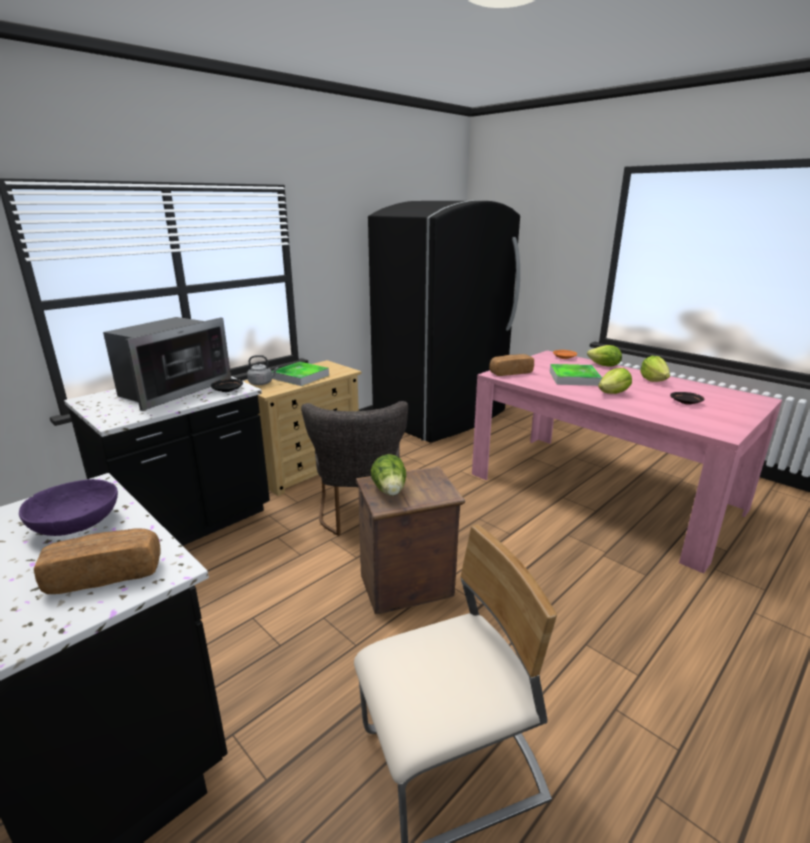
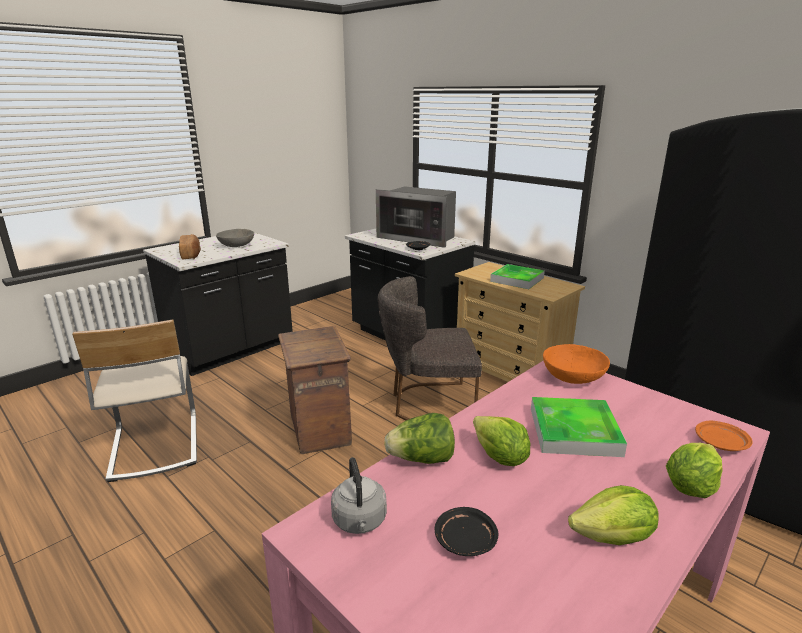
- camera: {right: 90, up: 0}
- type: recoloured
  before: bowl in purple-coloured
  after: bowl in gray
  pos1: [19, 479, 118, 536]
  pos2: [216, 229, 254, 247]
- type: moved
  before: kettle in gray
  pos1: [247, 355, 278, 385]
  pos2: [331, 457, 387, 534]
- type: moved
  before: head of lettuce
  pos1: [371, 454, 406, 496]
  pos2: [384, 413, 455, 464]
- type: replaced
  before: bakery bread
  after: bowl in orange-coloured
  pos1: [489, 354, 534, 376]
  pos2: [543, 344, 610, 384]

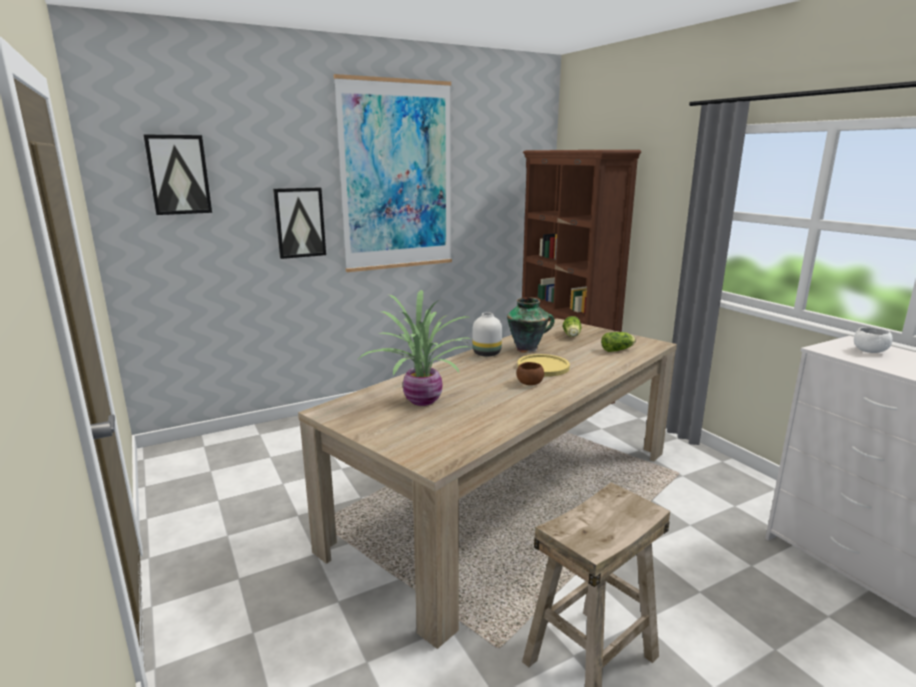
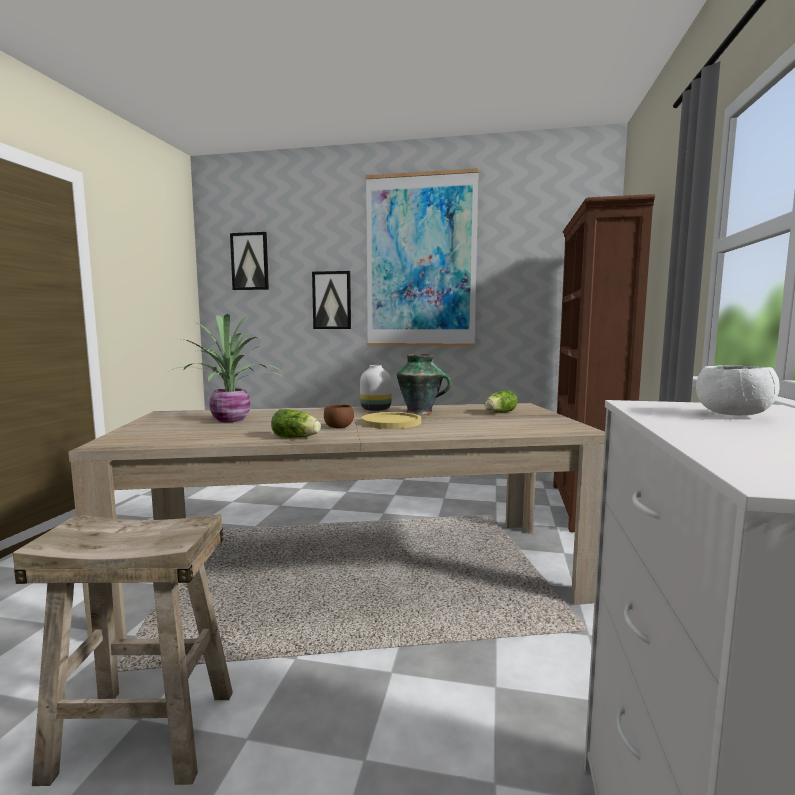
- camera: {right: 40, up: -10}
- type: moved
  before: head of lettuce
  pos1: [601, 332, 636, 352]
  pos2: [271, 409, 321, 438]

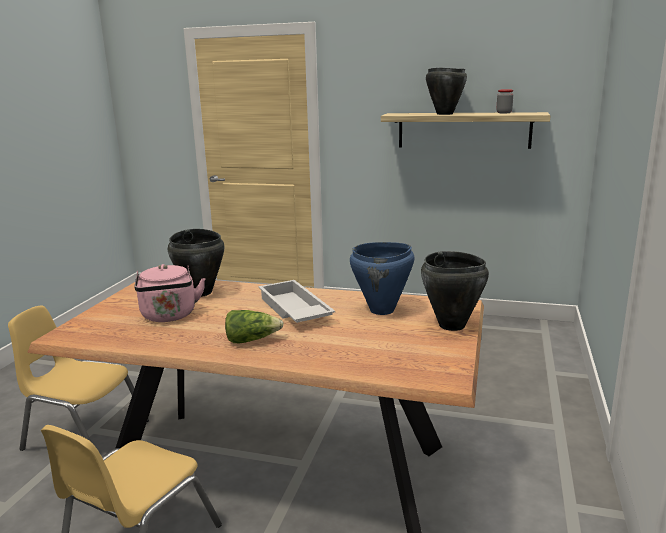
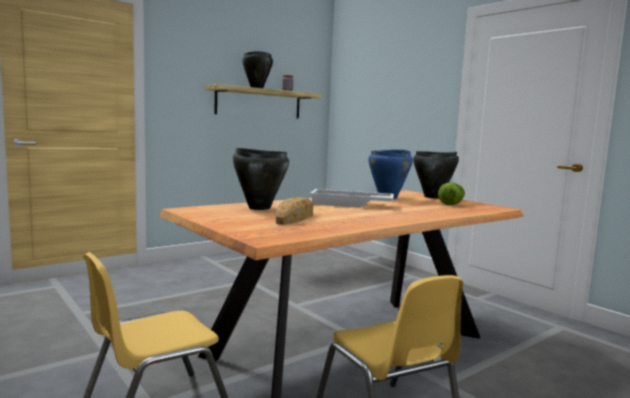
- camera: {right: -55, up: -10}
- type: replaced
  before: kettle in pinkish
  after: bakery bread
  pos1: [135, 264, 206, 322]
  pos2: [276, 197, 313, 225]
- type: moved
  before: head of lettuce
  pos1: [225, 310, 284, 343]
  pos2: [438, 182, 465, 205]

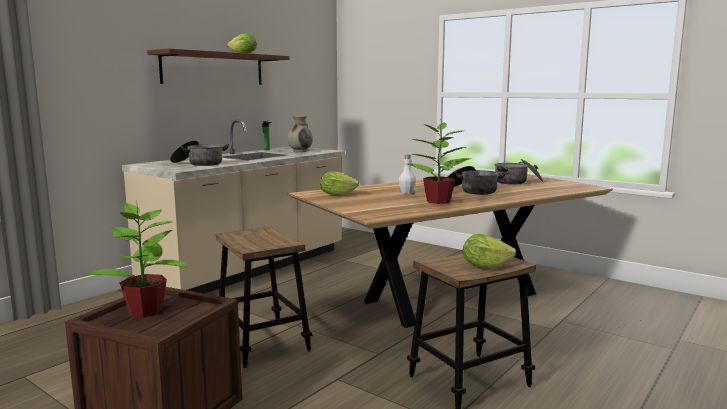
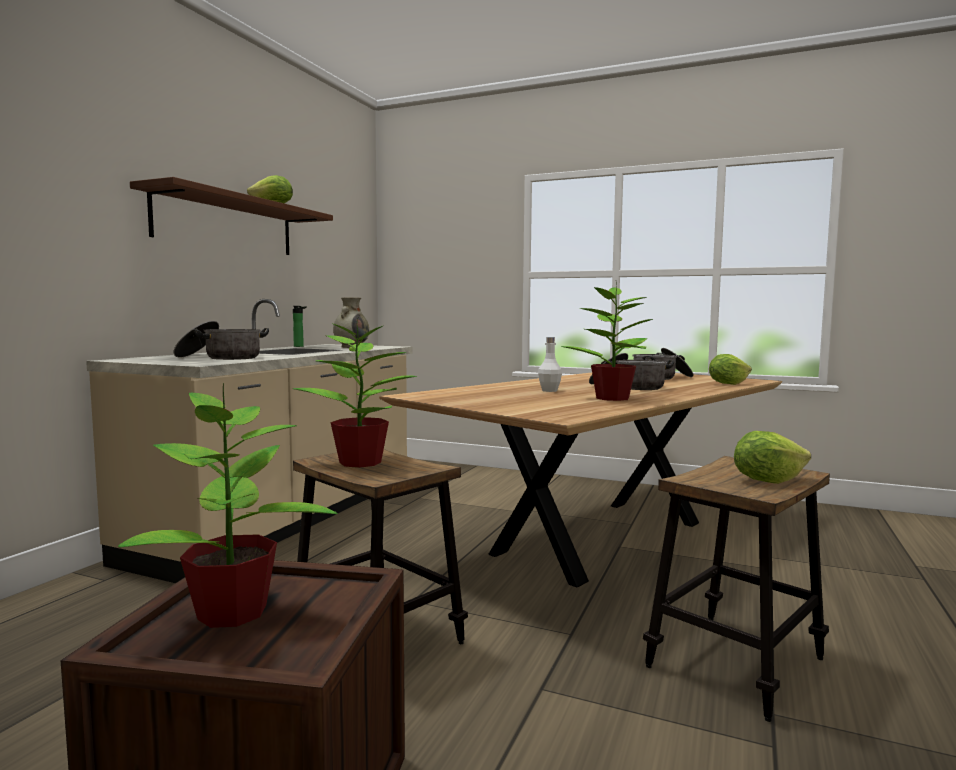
- camera: {right: -15, up: -5}
- type: added
  after: plant in a pot
  pos2: [293, 316, 417, 468]
- type: moved
  before: head of lettuce
  pos1: [320, 171, 359, 196]
  pos2: [709, 354, 752, 385]

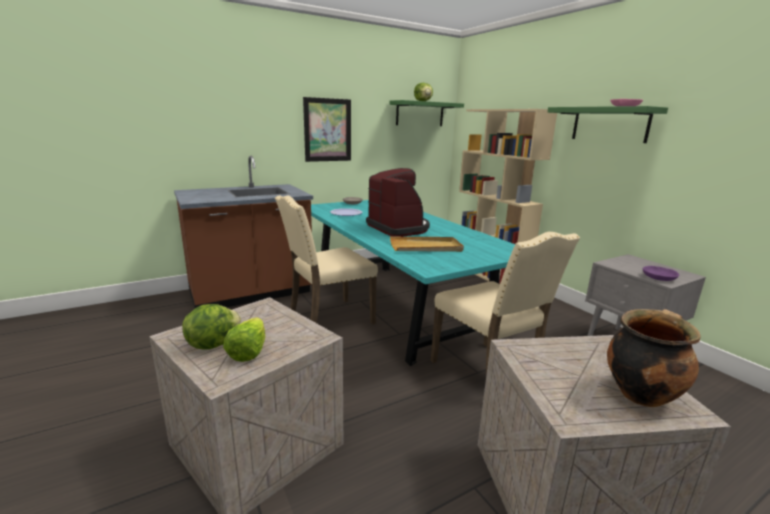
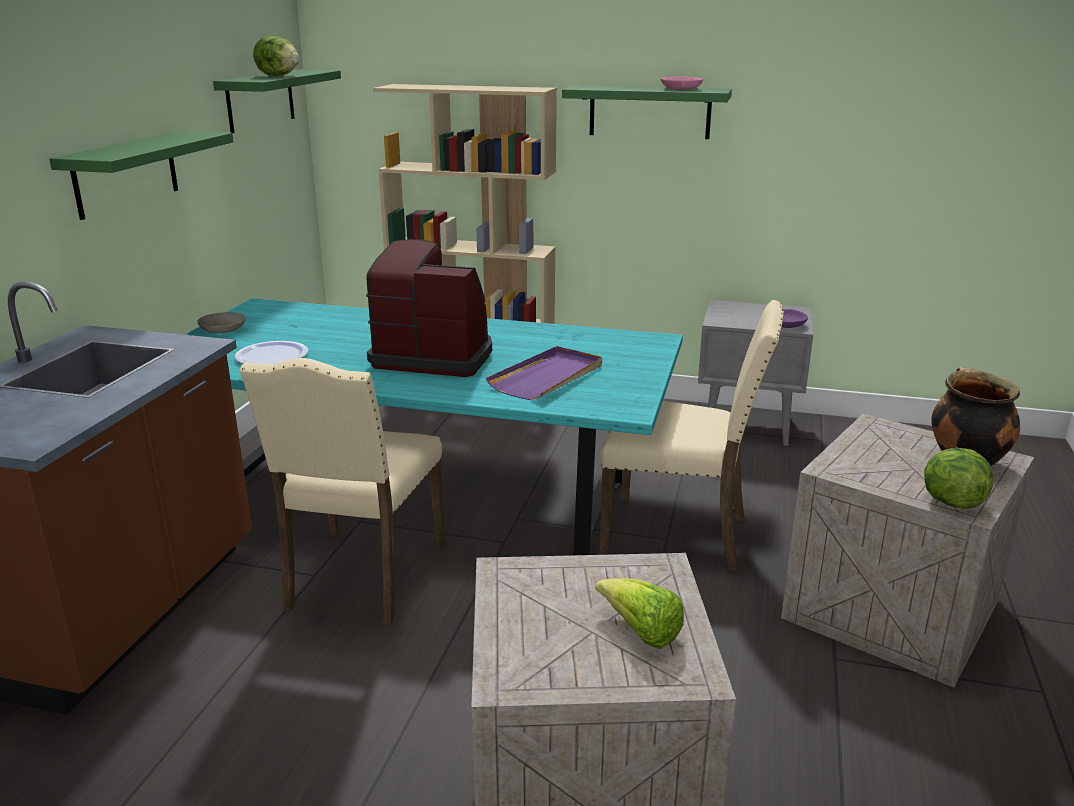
- camera: {right: -45, up: 5}
- type: replaced
  before: wall art
  after: wall shelf in greenish
  pos1: [303, 97, 351, 162]
  pos2: [49, 131, 233, 220]
- type: recoloured
  before: serving tray in beige-coloured
  after: serving tray in purple-coloured
  pos1: [390, 237, 464, 252]
  pos2: [486, 346, 602, 400]
- type: moved
  before: head of lettuce
  pos1: [182, 304, 241, 350]
  pos2: [924, 448, 993, 509]

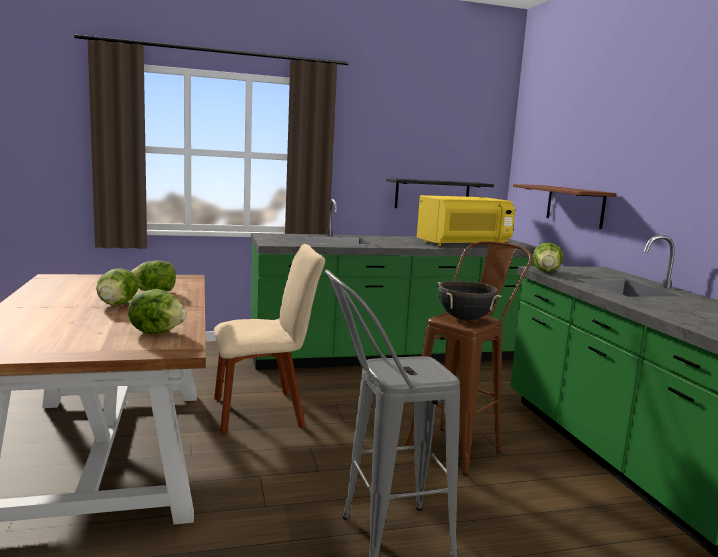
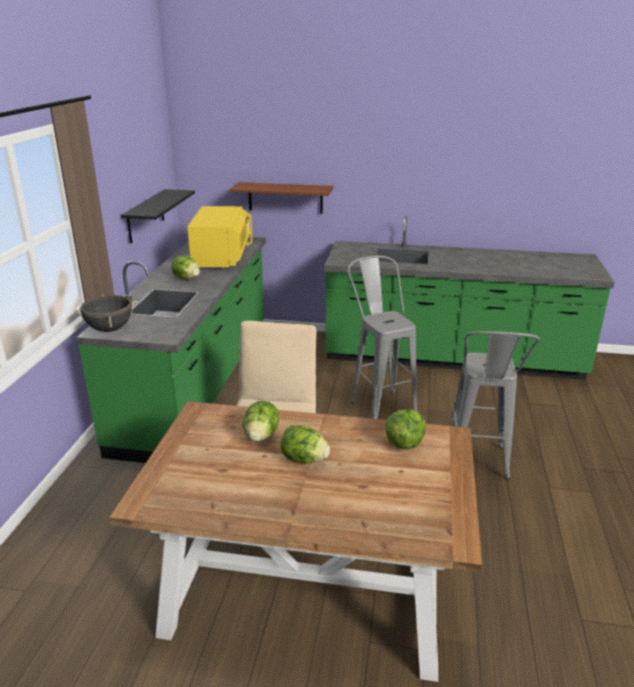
- camera: {right: -65, up: 15}
- type: moved
  before: stockpot in black
  pos1: [437, 281, 501, 320]
  pos2: [74, 295, 138, 332]
- type: moved
  before: head of lettuce
  pos1: [532, 243, 564, 272]
  pos2: [171, 256, 200, 280]
- type: recoloured
  before: sitting stool in brown
  after: sitting stool in gray
  pos1: [406, 241, 532, 476]
  pos2: [348, 256, 418, 419]

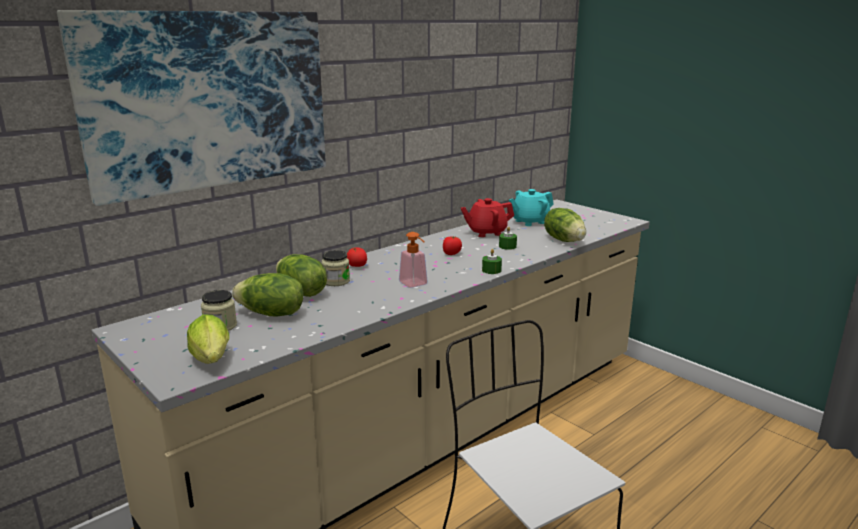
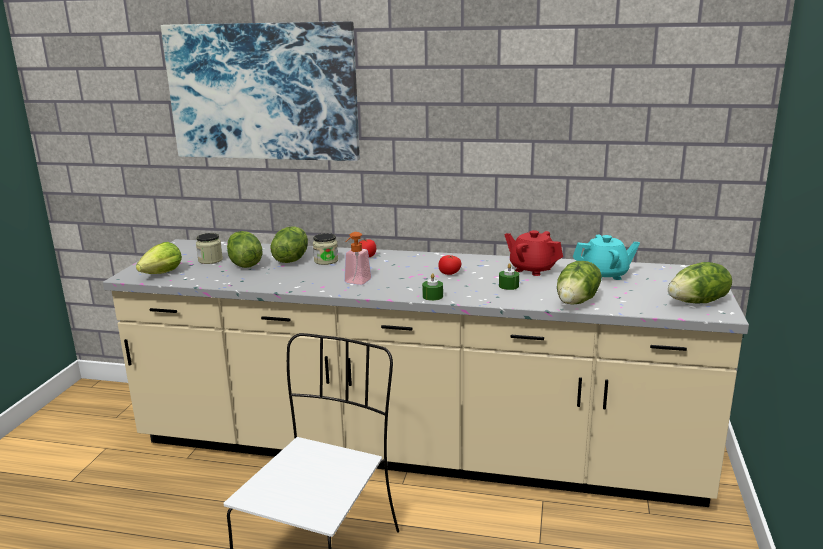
- camera: {right: 55, up: 0}
- type: turned
  before: pot for tea in turquoise-coloured
  pos1: [509, 189, 553, 226]
  pos2: [573, 234, 640, 280]
  turn: 150
- type: added
  after: head of lettuce
  pos2: [668, 262, 732, 304]

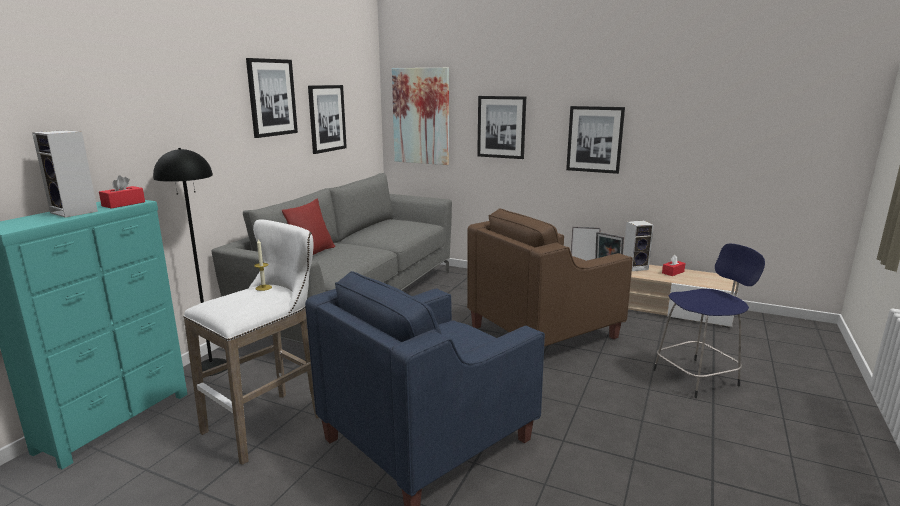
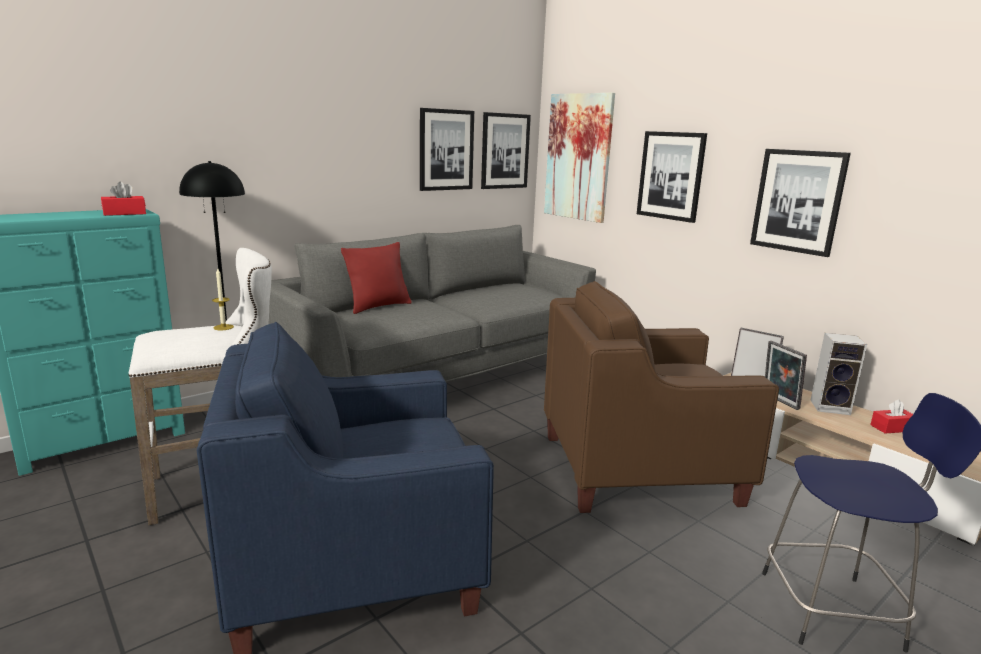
- camera: {right: 25, up: 0}
- type: moved
  before: wall art
  pos1: [246, 58, 298, 138]
  pos2: [481, 112, 531, 189]
- type: removed
  before: loudspeaker
  pos1: [32, 130, 98, 217]

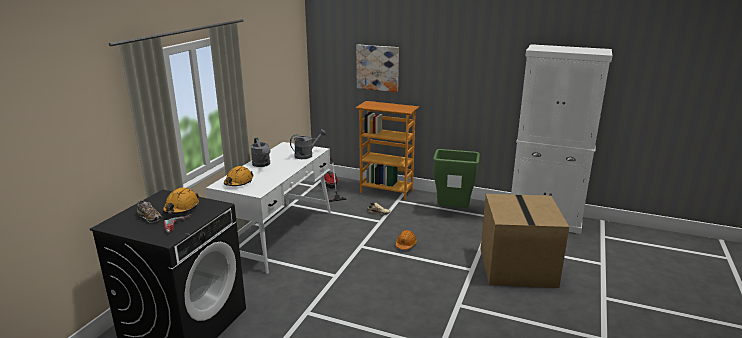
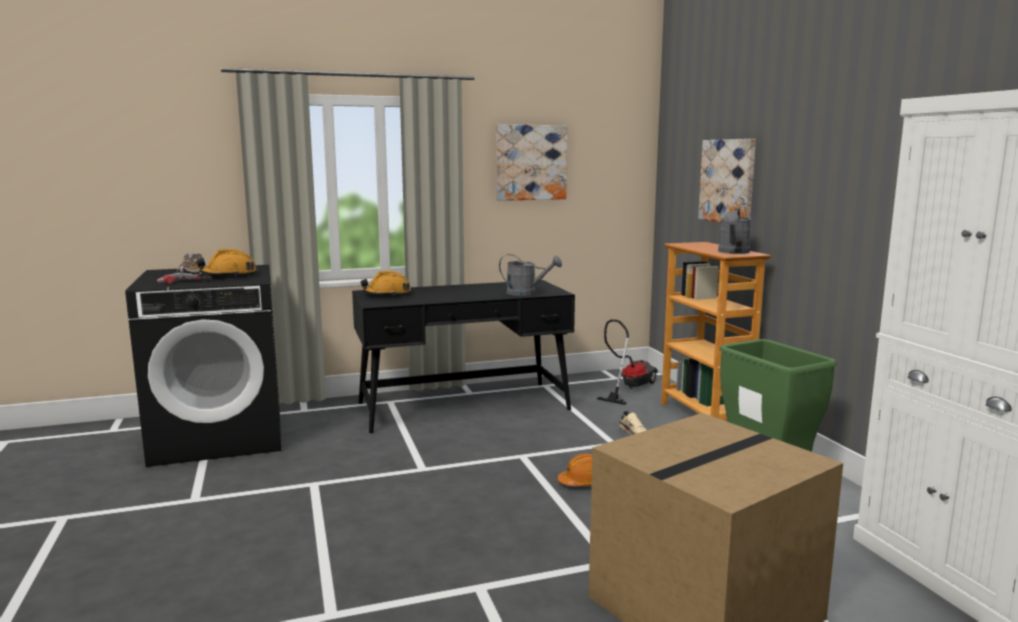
- camera: {right: 50, up: -10}
- type: recoloured
  before: desk in whitish
  after: desk in black
  pos1: [206, 142, 331, 274]
  pos2: [352, 280, 575, 433]
- type: added
  after: wall art
  pos2: [496, 124, 567, 201]
- type: moved
  before: watering pot in gray
  pos1: [251, 138, 270, 167]
  pos2: [718, 208, 751, 254]

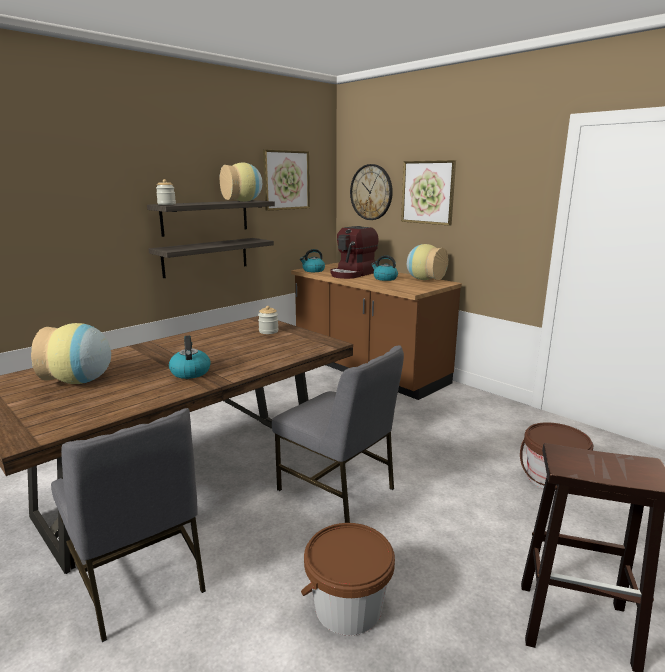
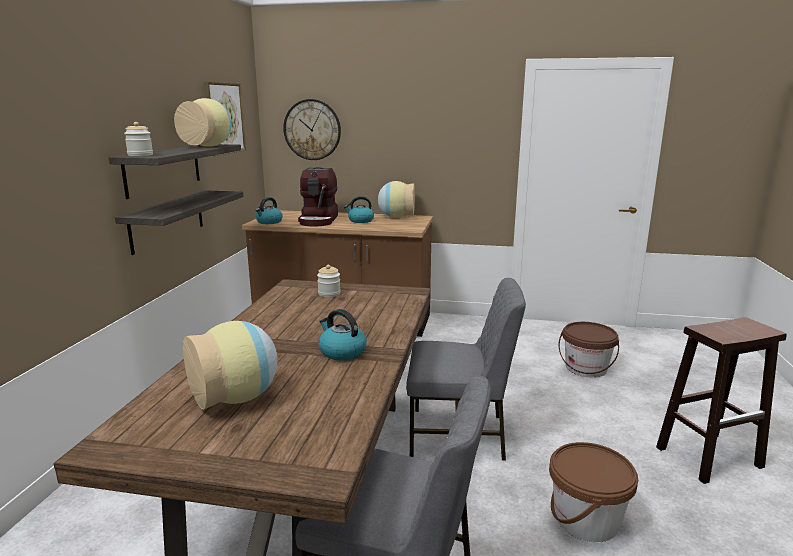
- camera: {right: -35, up: 0}
- type: removed
  before: wall art
  pos1: [401, 160, 456, 226]

